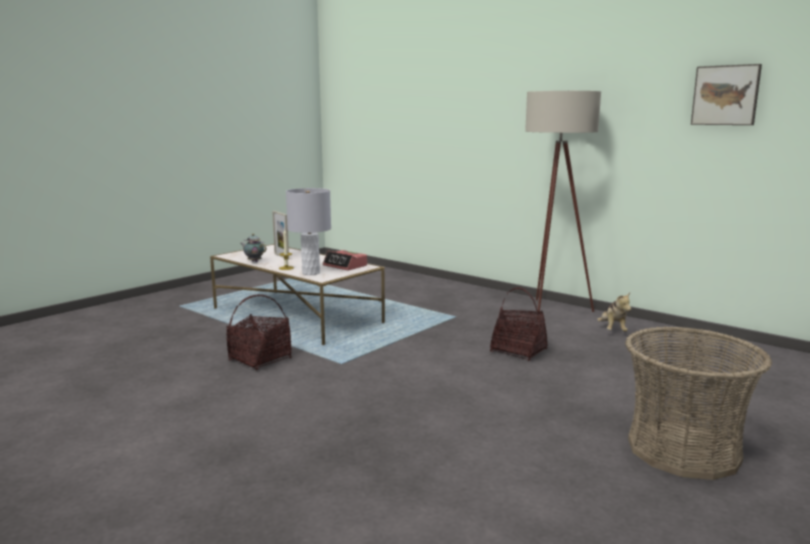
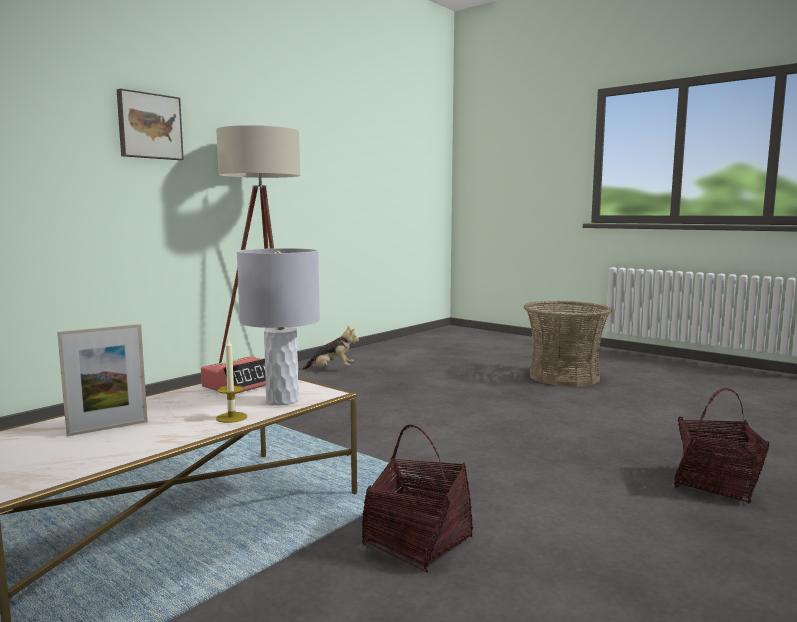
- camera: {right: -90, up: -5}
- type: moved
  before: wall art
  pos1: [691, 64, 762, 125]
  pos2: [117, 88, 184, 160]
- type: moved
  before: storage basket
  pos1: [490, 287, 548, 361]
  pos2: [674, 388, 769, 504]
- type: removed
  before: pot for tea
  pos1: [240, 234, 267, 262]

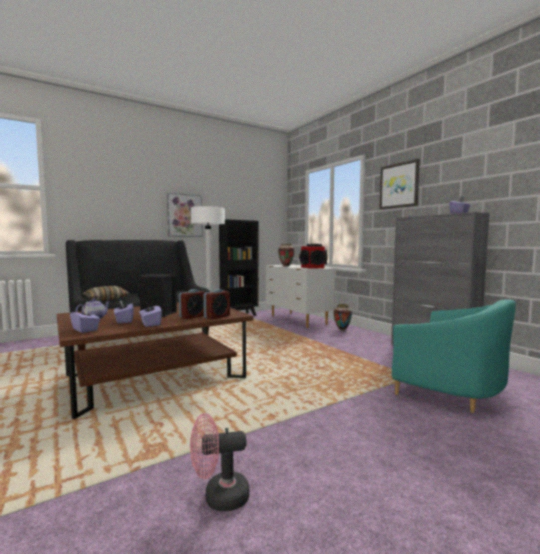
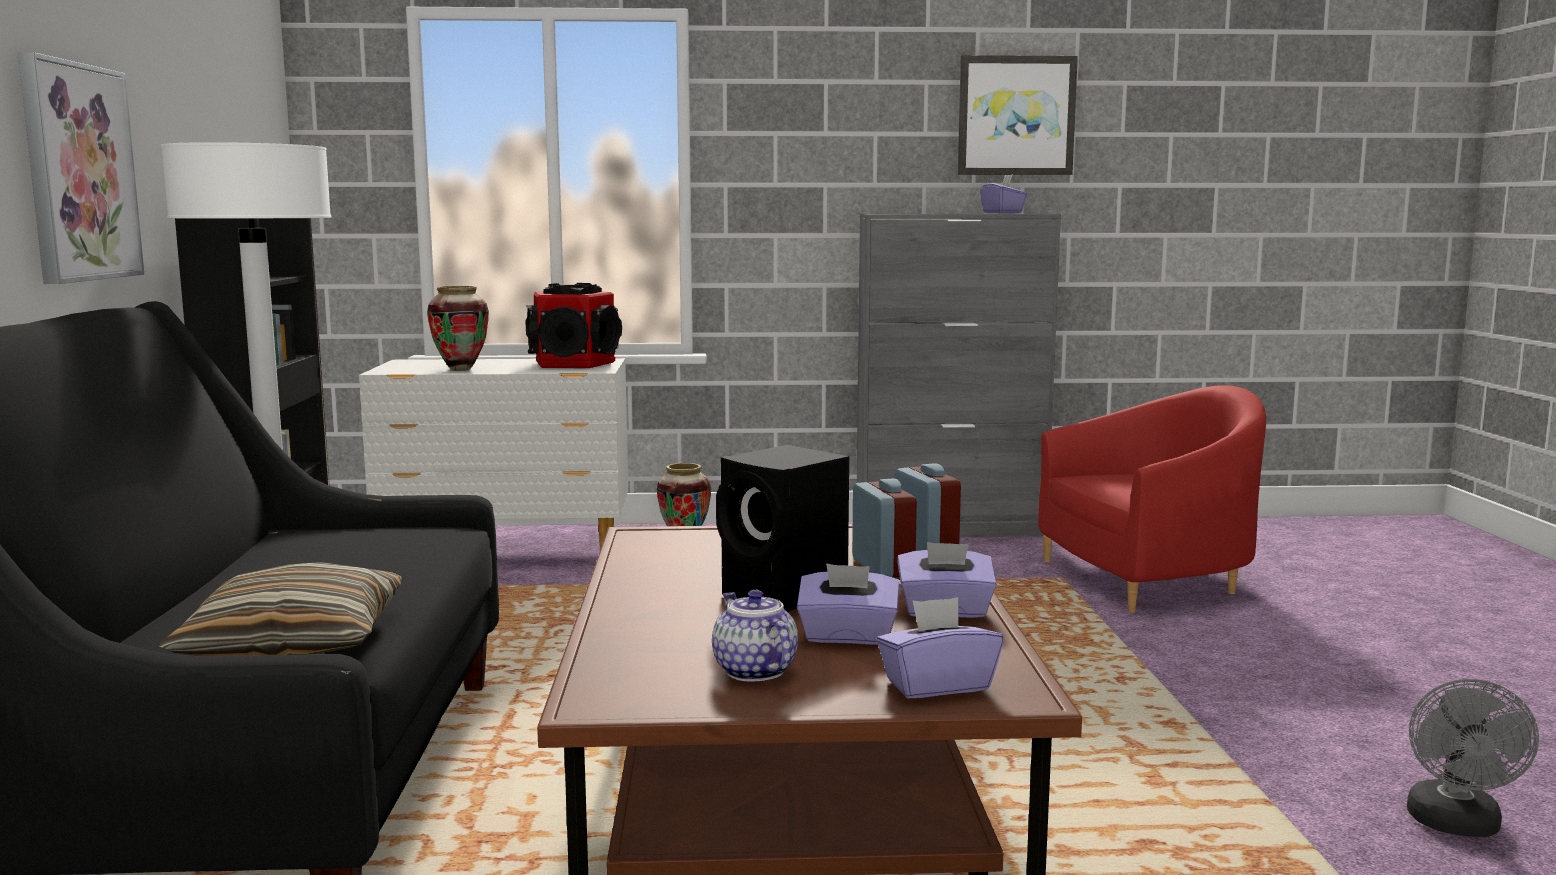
- camera: {right: -60, up: 5}
- type: moved
  before: wall art
  pos1: [380, 159, 420, 210]
  pos2: [958, 55, 1078, 175]
- type: recoloured
  before: easy chair in turquoise-coloured
  after: easy chair in reddish
  pos1: [392, 299, 516, 413]
  pos2: [1038, 385, 1266, 613]
- type: recoloured
  before: fan in pinkish
  after: fan in gray
  pos1: [190, 413, 250, 512]
  pos2: [1407, 679, 1539, 837]

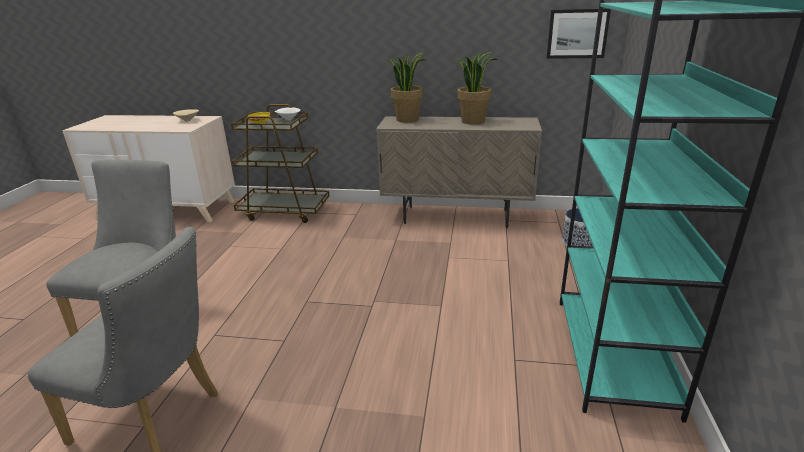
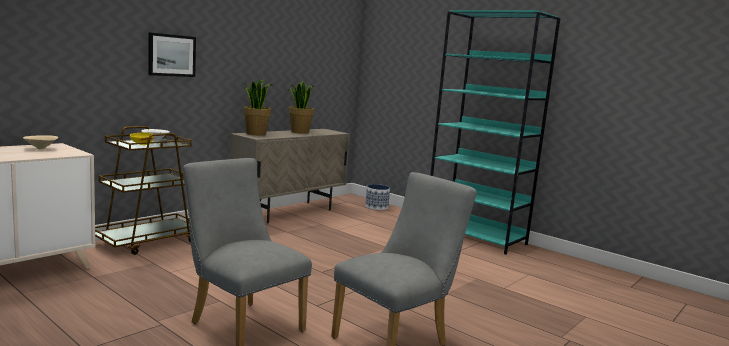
- camera: {right: -60, up: -15}
- type: moved
  before: wall art
  pos1: [547, 9, 611, 59]
  pos2: [148, 32, 196, 77]

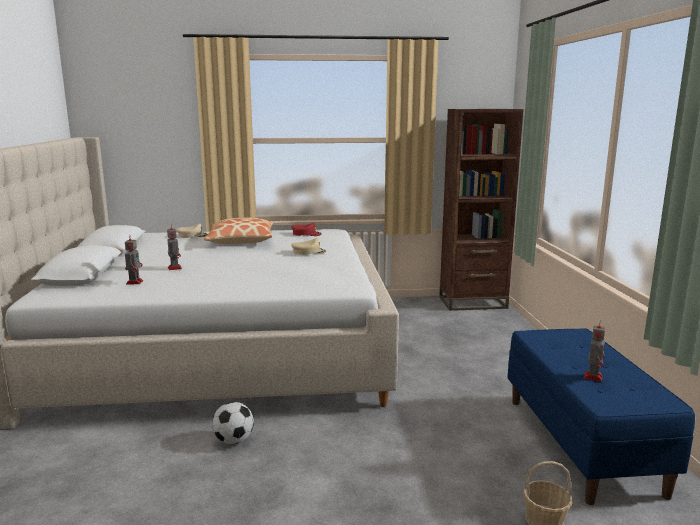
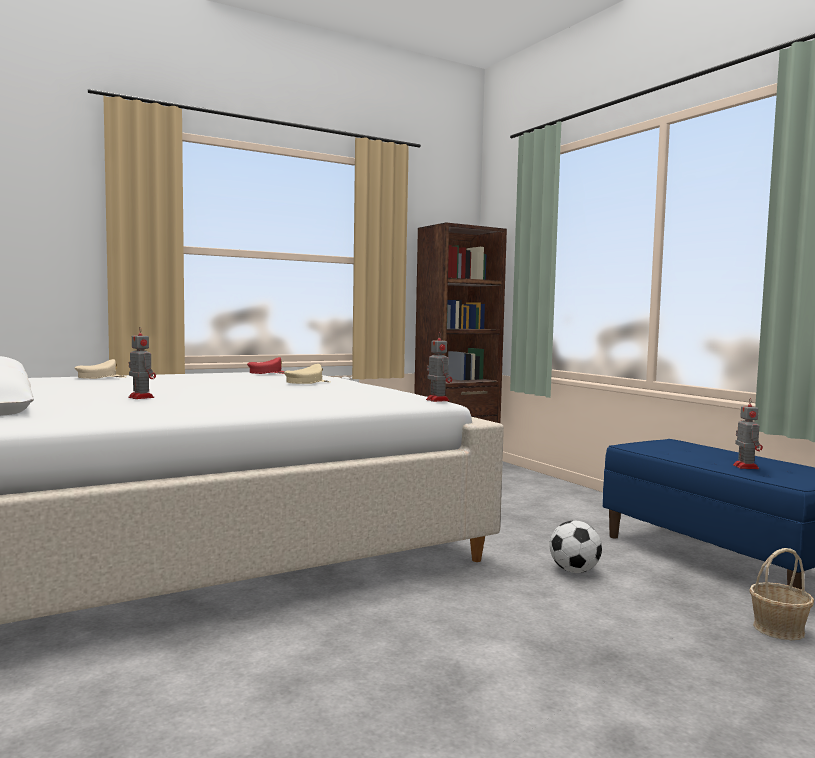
- camera: {right: -25, up: -10}
- type: moved
  before: robot figure
  pos1: [125, 235, 143, 284]
  pos2: [426, 332, 452, 402]
- type: moved
  before: ball for football
  pos1: [212, 402, 254, 444]
  pos2: [549, 520, 602, 573]
- type: removed
  before: cushion
  pos1: [204, 217, 273, 244]

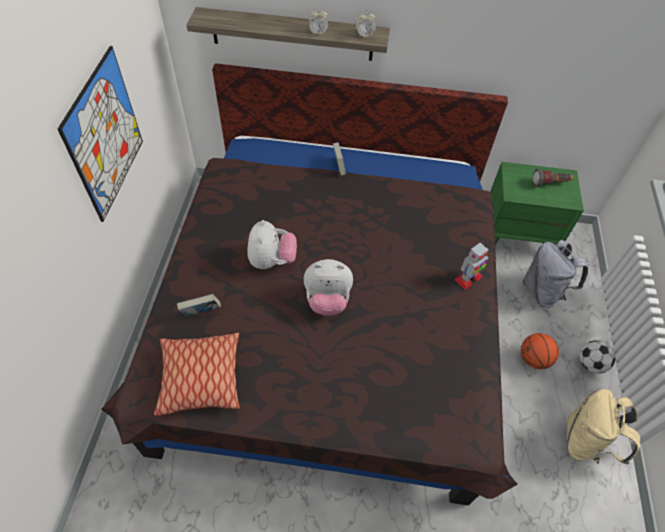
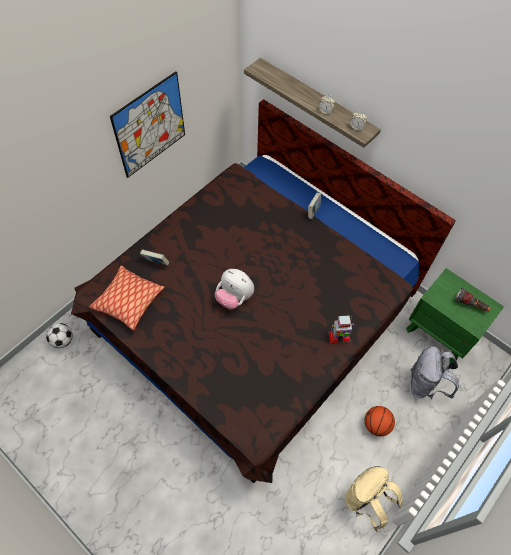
- camera: {right: 35, up: 5}
- type: moved
  before: ball for football
  pos1: [580, 340, 616, 373]
  pos2: [46, 323, 73, 348]
- type: removed
  before: plush toy
  pos1: [247, 220, 297, 269]

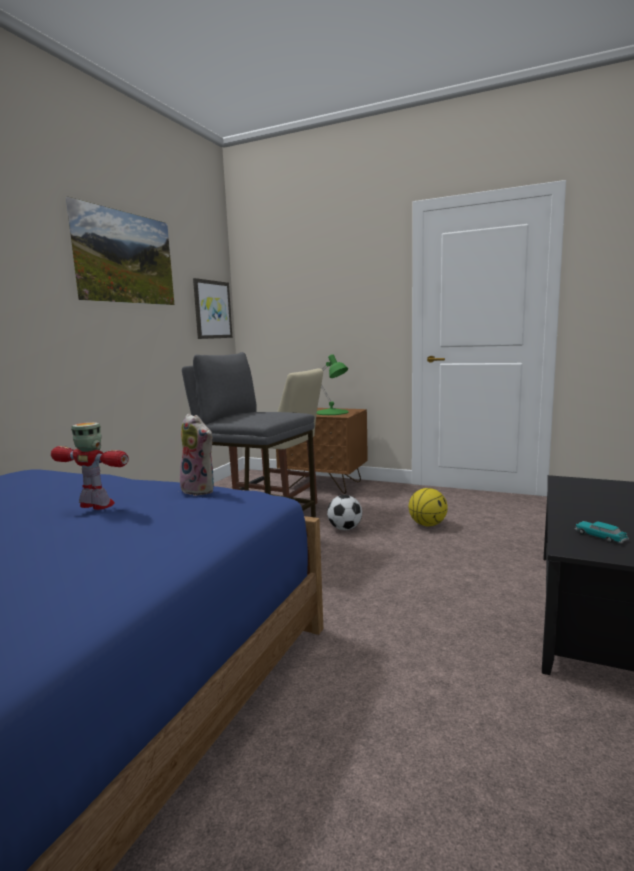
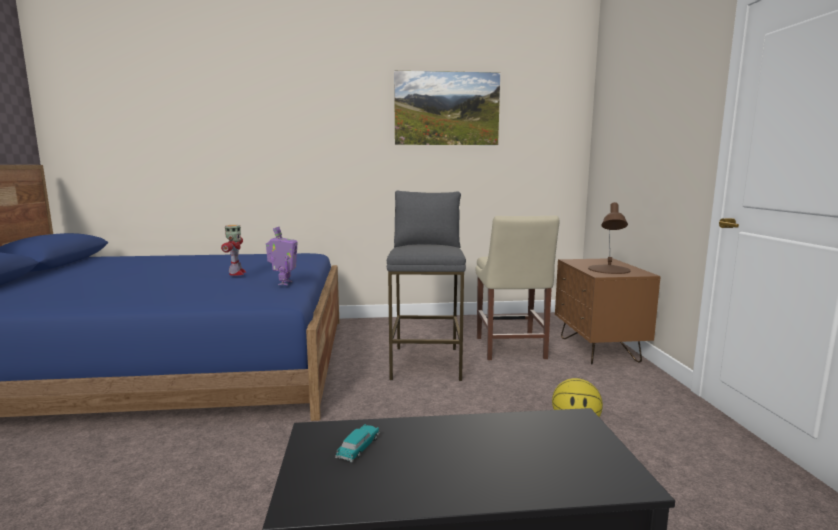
- camera: {right: 60, up: 0}
- type: replaced
  before: plush toy
  after: robot figure
  pos1: [180, 414, 214, 496]
  pos2: [266, 227, 298, 285]
- type: recoloured
  before: lamp for a table in greenish
  after: lamp for a table in brown
  pos1: [317, 354, 349, 415]
  pos2: [588, 202, 631, 274]
- type: removed
  before: wall art
  pos1: [193, 278, 233, 339]
- type: removed
  before: ball for football
  pos1: [327, 495, 362, 530]

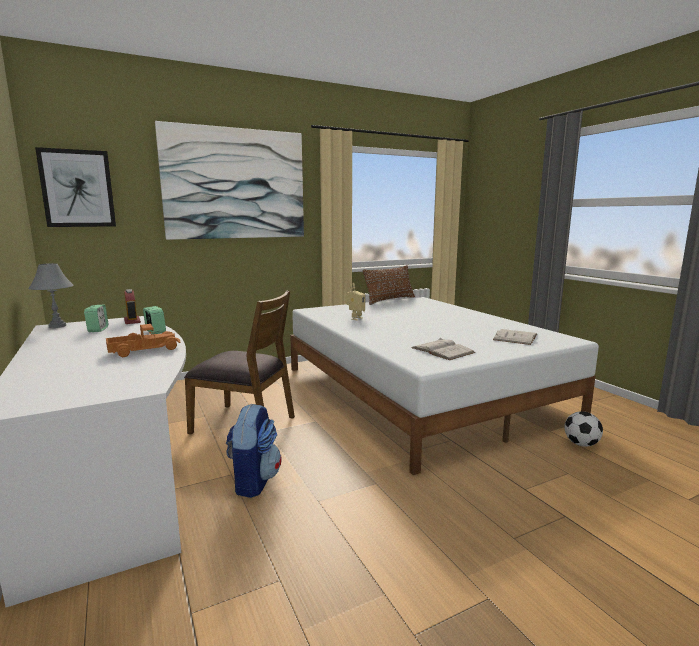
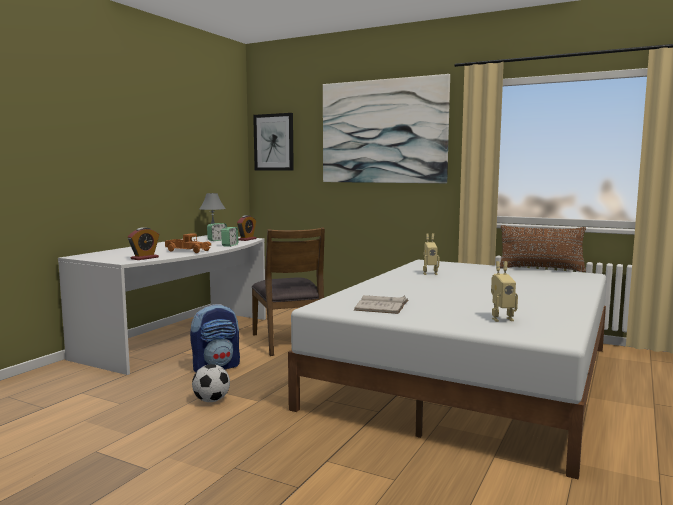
- camera: {right: 55, up: -5}
- type: added
  after: table clock
  pos2: [128, 227, 159, 260]
- type: moved
  before: ball for football
  pos1: [564, 411, 603, 447]
  pos2: [192, 364, 230, 402]
- type: replaced
  before: volume in whitish
  after: robot figure
  pos1: [493, 329, 537, 345]
  pos2: [491, 261, 518, 322]

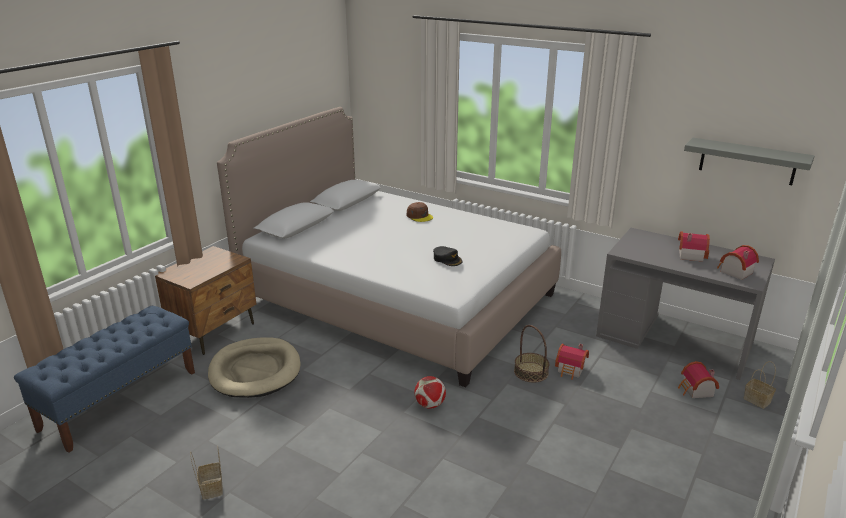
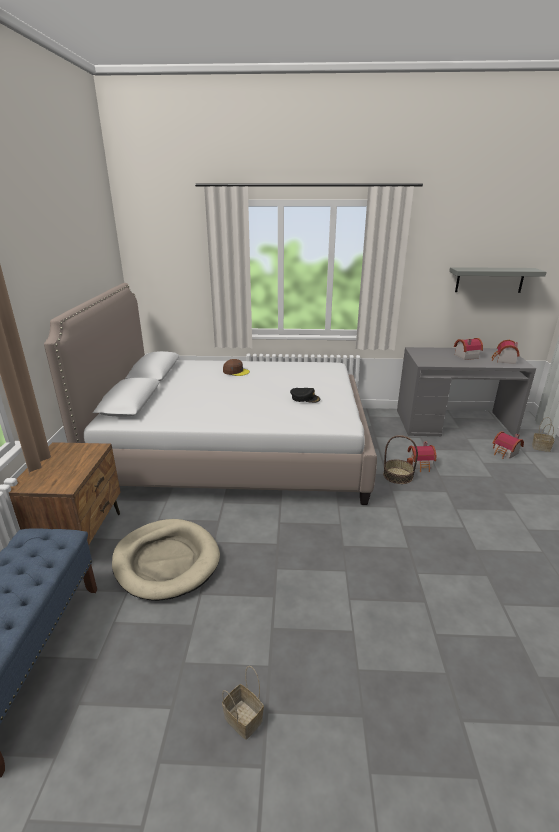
- camera: {right: -30, up: 0}
- type: removed
  before: ball for football
  pos1: [414, 376, 446, 409]

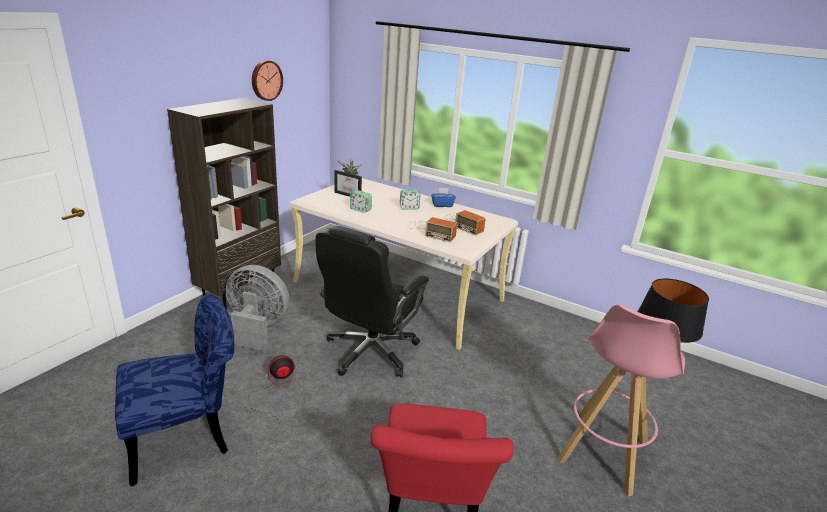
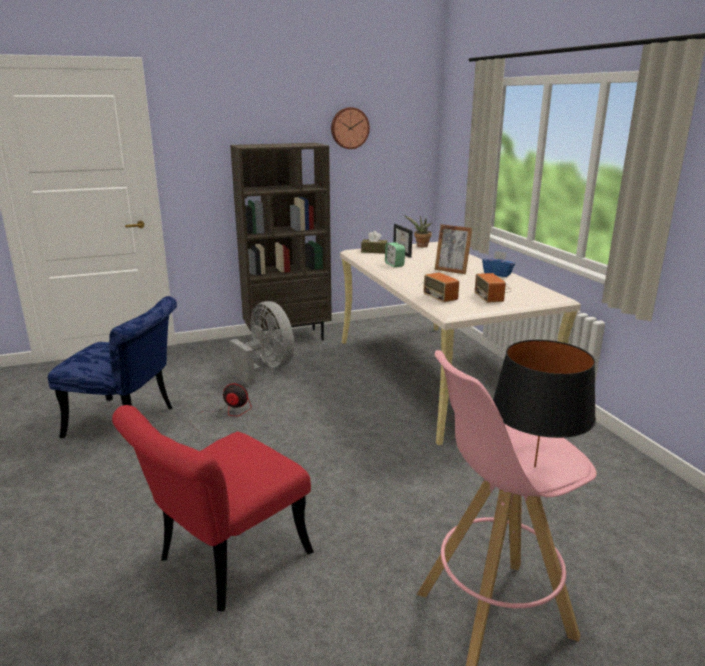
- camera: {right: 40, up: -5}
- type: added
  after: tissue holder in brown
  pos2: [361, 231, 387, 254]
- type: replaced
  before: table clock
  after: standing frame
  pos1: [400, 190, 420, 210]
  pos2: [435, 224, 473, 274]
- type: removed
  before: desk chair in black
  pos1: [316, 226, 429, 378]

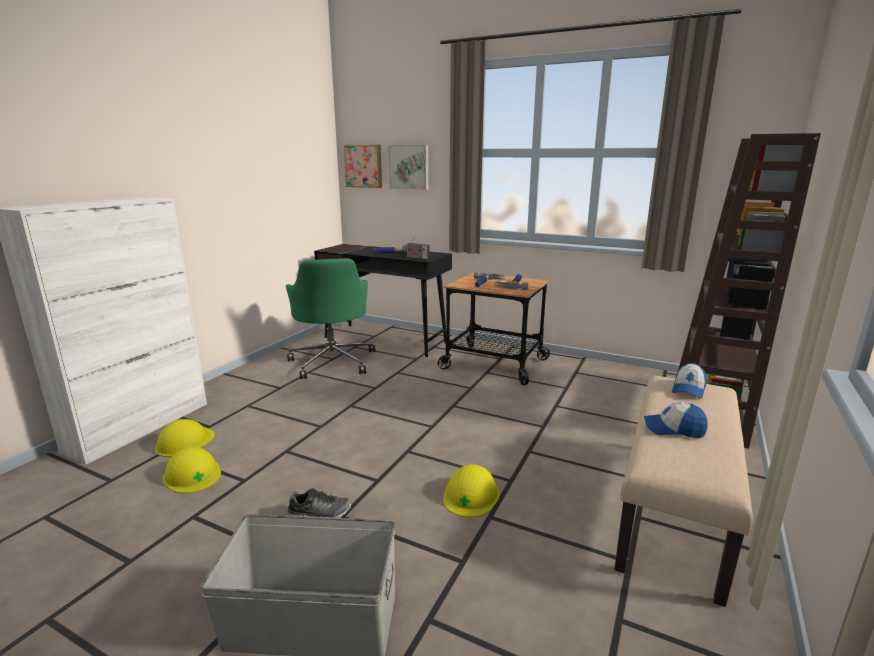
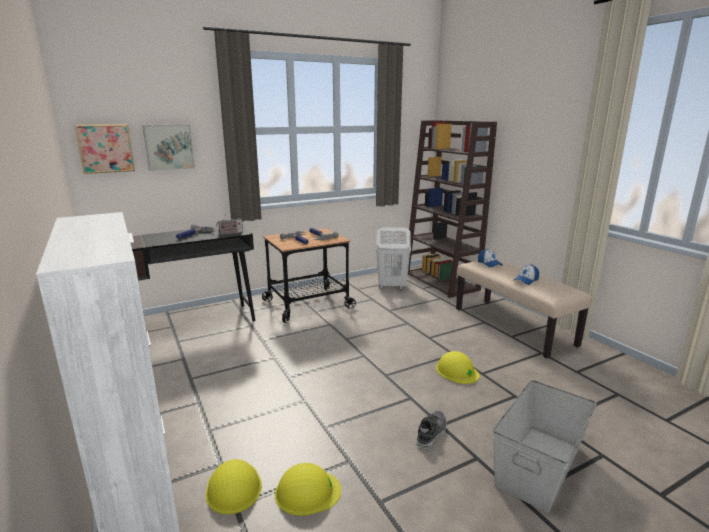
- camera: {right: -55, up: 0}
- type: added
  after: laundry basket in whitish
  pos2: [376, 227, 411, 290]
- type: removed
  before: desk chair in greenish
  pos1: [286, 258, 375, 379]

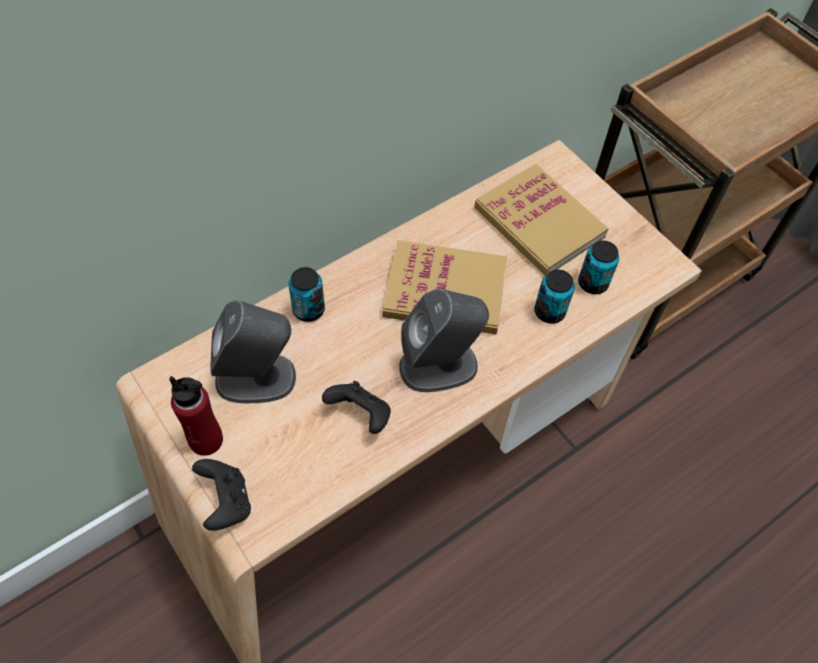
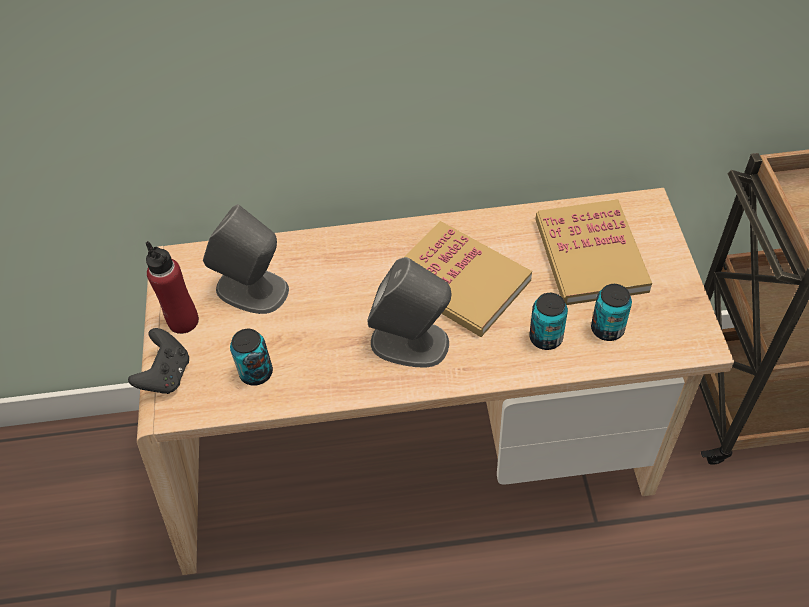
- camera: {right: 35, up: -5}
- type: moved
  before: sealed can
  pos1: [288, 267, 325, 322]
  pos2: [230, 329, 273, 386]
- type: removed
  before: game controller in black
  pos1: [322, 381, 391, 434]

